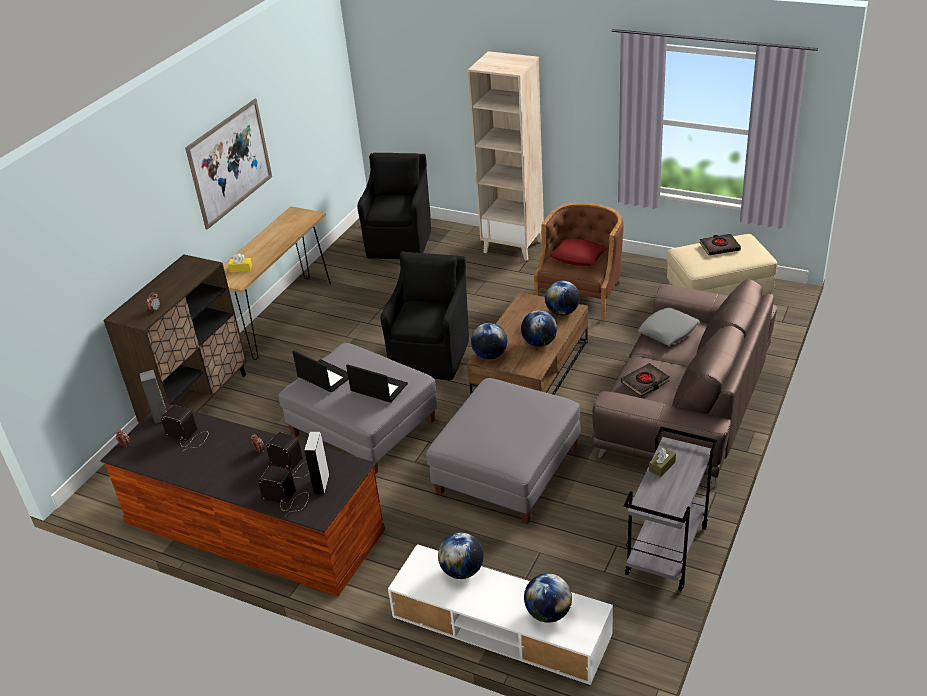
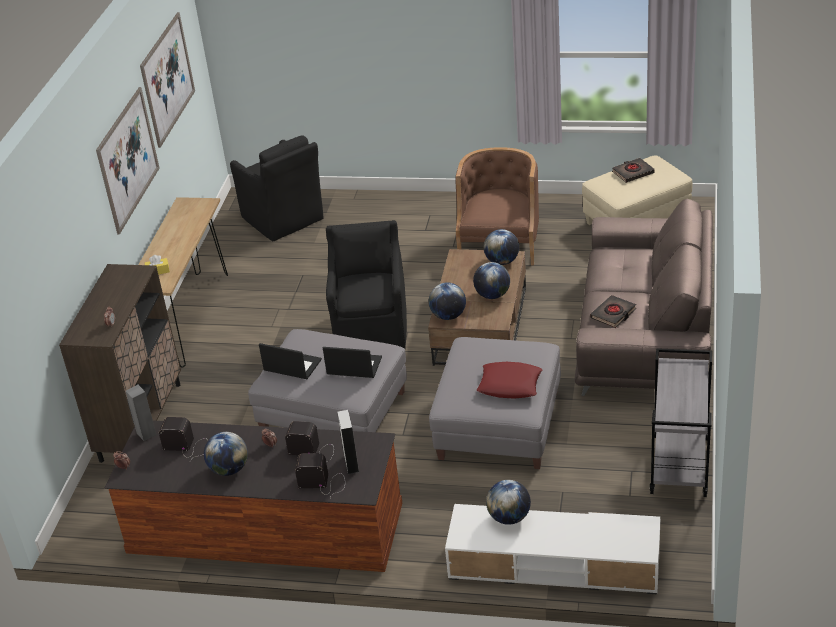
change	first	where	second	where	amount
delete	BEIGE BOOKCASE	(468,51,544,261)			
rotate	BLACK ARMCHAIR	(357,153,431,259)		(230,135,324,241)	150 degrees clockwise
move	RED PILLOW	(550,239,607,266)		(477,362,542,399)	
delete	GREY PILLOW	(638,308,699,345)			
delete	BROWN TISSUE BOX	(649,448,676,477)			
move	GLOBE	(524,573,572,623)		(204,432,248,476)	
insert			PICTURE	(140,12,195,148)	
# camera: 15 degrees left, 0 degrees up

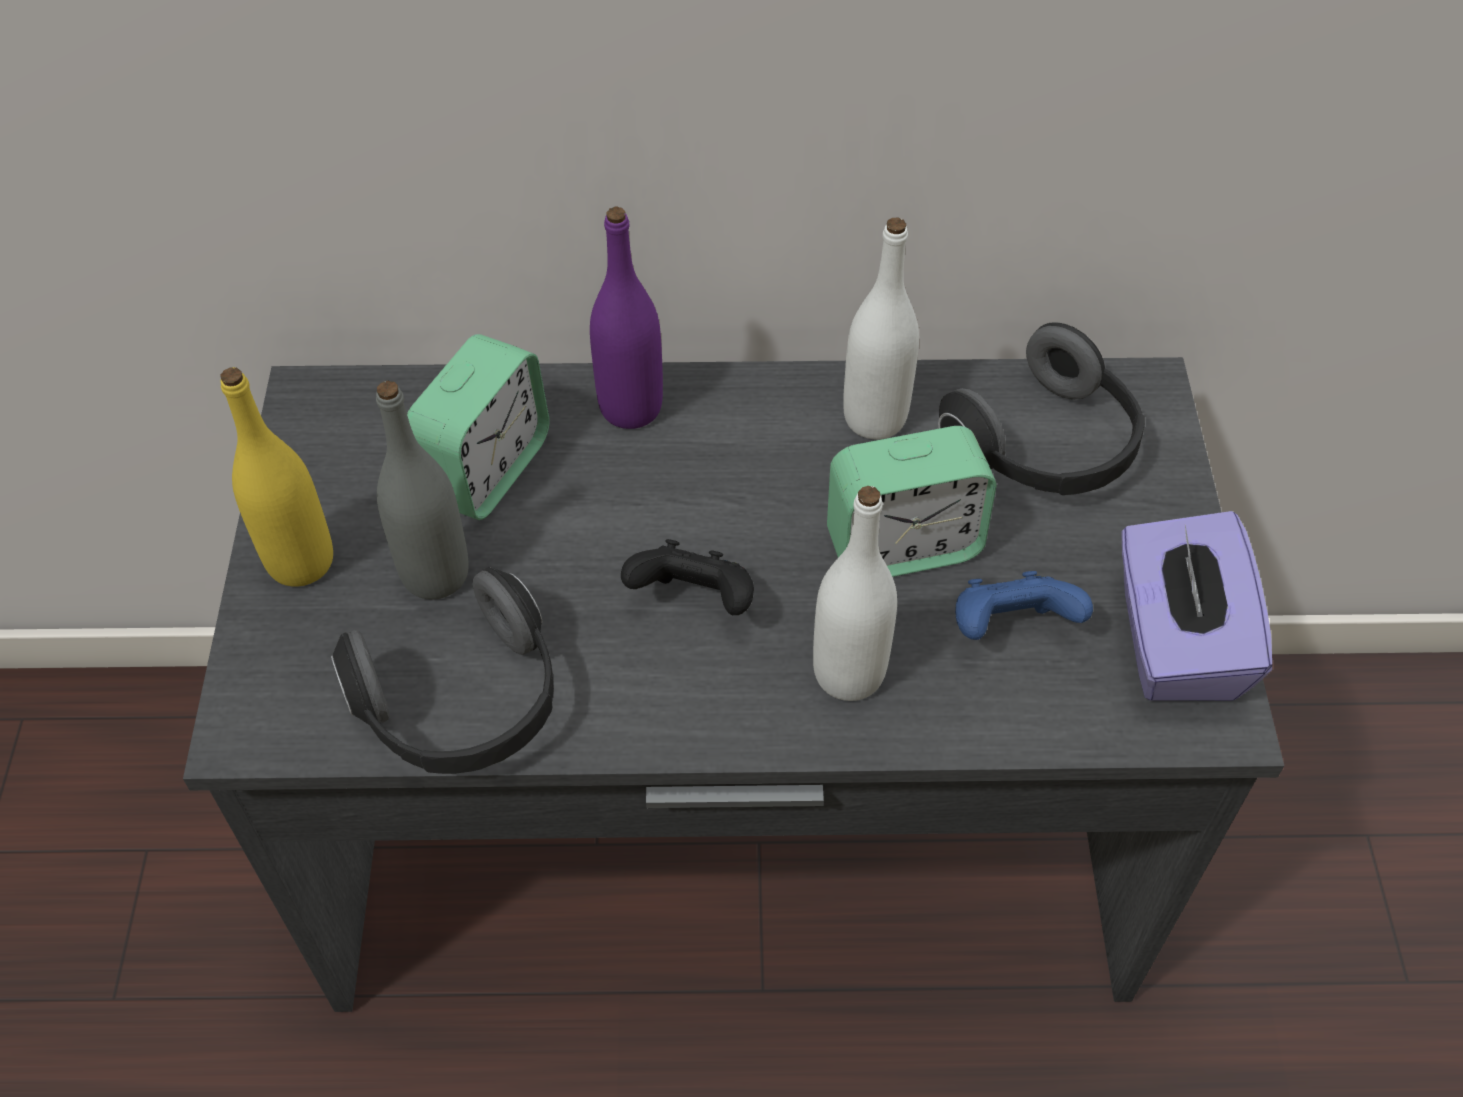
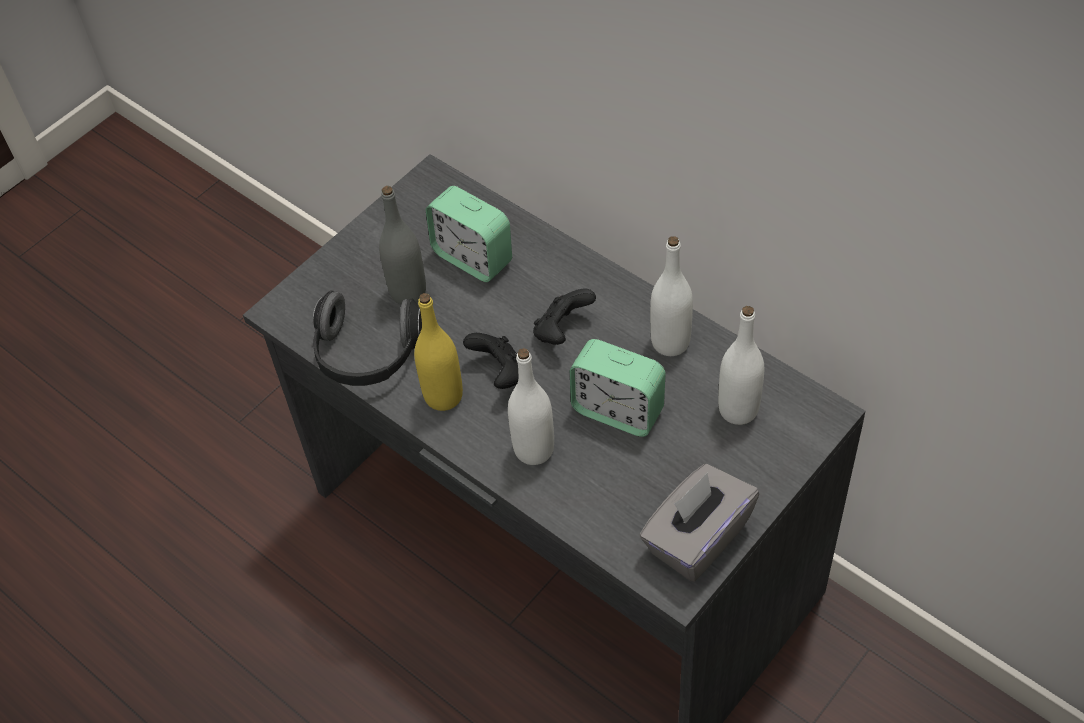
change	first	where	second	where	amount
delete	PURPLE BOTTLE	(590,207,663,429)			
replace	HEADPHONES	(938,322,1145,495)	WHITE BOTTLE	(718,306,764,425)	
rotate	ALARM CLOCK	(407,334,550,520)		(426,186,512,282)	60 degrees clockwise
move	YELLOW BOTTLE	(220,367,333,587)		(414,293,463,411)	
recolor	PURPLE TISSUE BOX	(1121,511,1272,701)	GREY TISSUE BOX	(639,464,759,582)	
delete	BLUE GAME CONTROLLER	(955,571,1093,640)			
insert			BLACK GAME CONTROLLER	(533,289,596,345)	
# camera: 45 degrees right, 0 degrees up

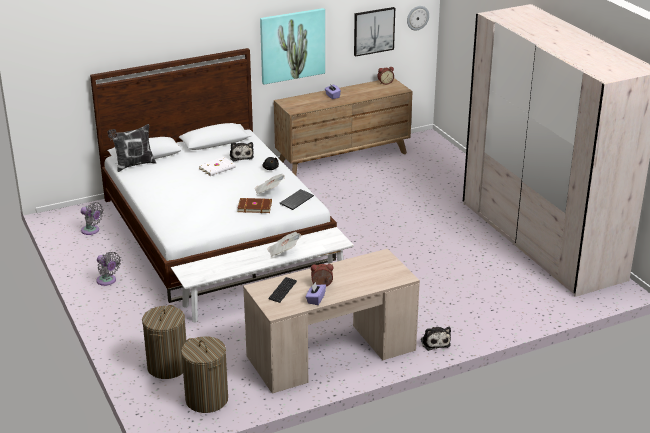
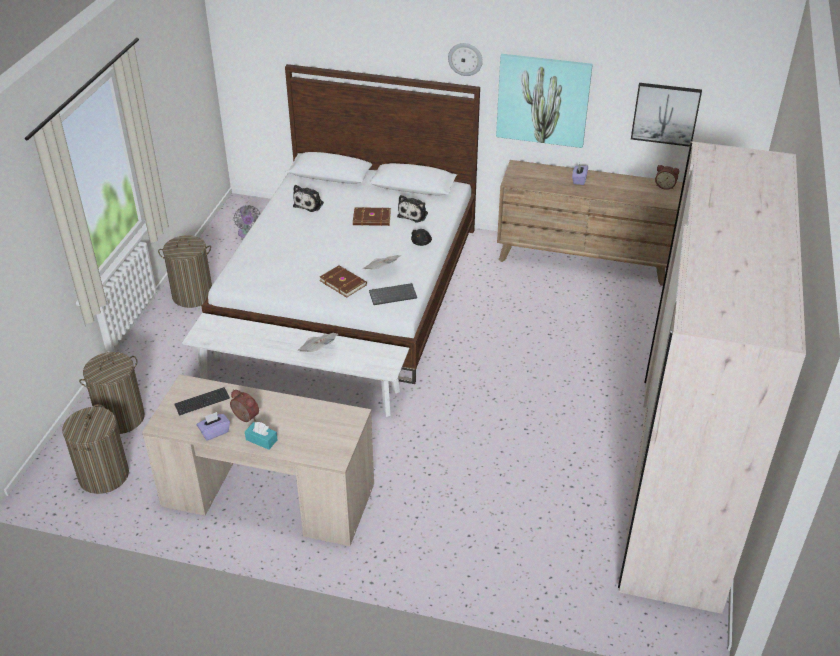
change	first	where	second	where	amount
move	WALL CLOCK	(407,6,429,30)		(448,43,483,76)	
delete	PILLOW	(107,124,156,172)			
recolor	WHITE BOOK	(199,157,236,176)	BROWN BOOK	(353,207,391,226)	
replace	GREY FAN	(96,252,121,286)	LAUNDRY BASKET	(158,235,212,308)	
move	PLUSH TOY	(421,327,451,351)		(293,185,324,212)	
insert			TURQUOISE TISSUE BOX	(245,422,278,450)	
# camera: 40 degrees right, 10 degrees up

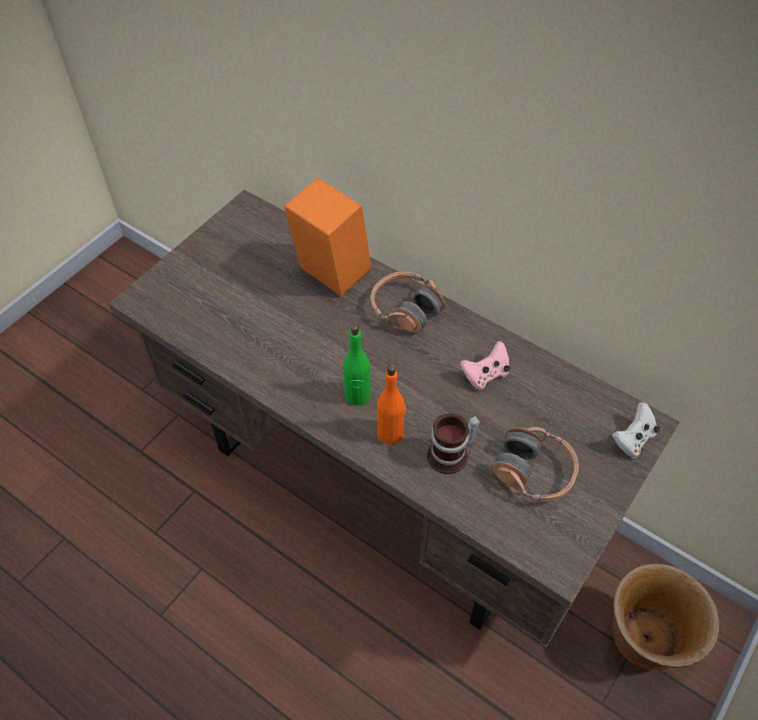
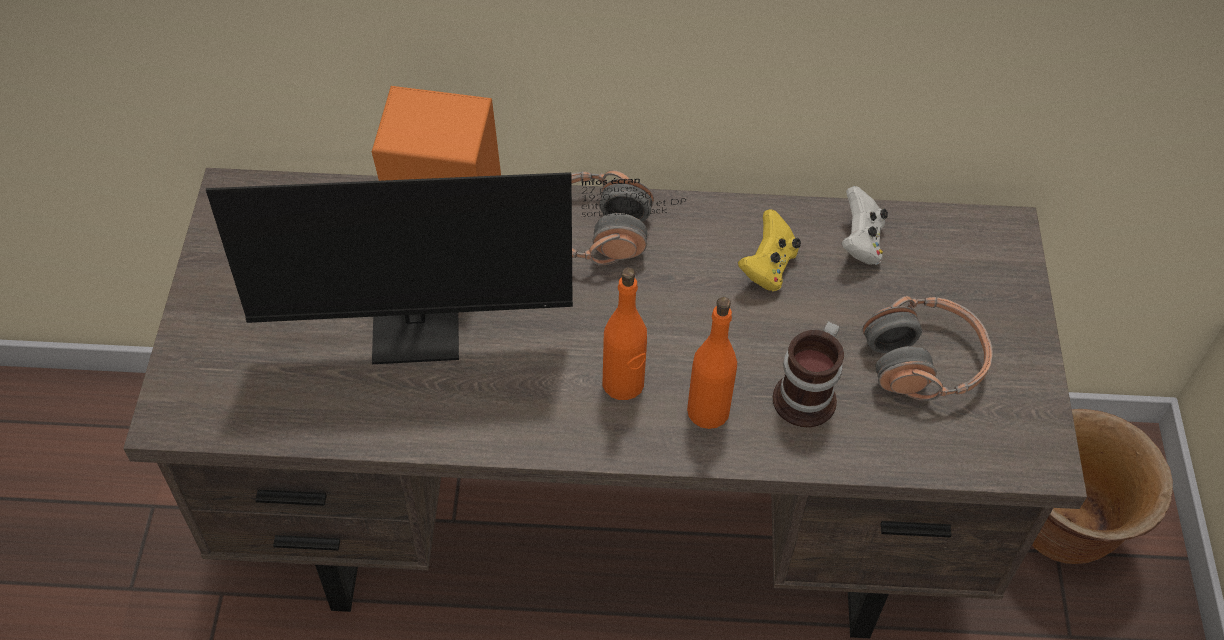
change	first	where	second	where	amount
recolor	GREEN BOTTLE	(343,324,371,406)	ORANGE BOTTLE	(602,267,647,400)	
recolor	PINK GAME CONTROLLER	(460,341,510,389)	YELLOW GAME CONTROLLER	(738,209,801,292)	
move	WHITE GAME CONTROLLER	(612,402,660,458)		(841,186,888,265)	
insert			MONITOR	(206,172,686,364)	
# camera: 35 degrees left, 0 degrees up

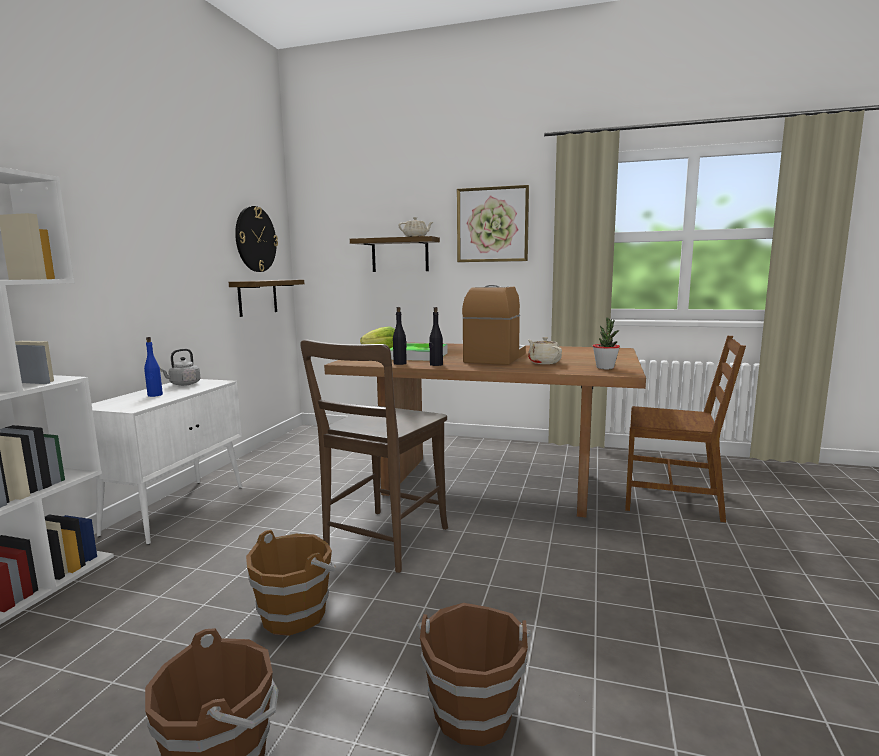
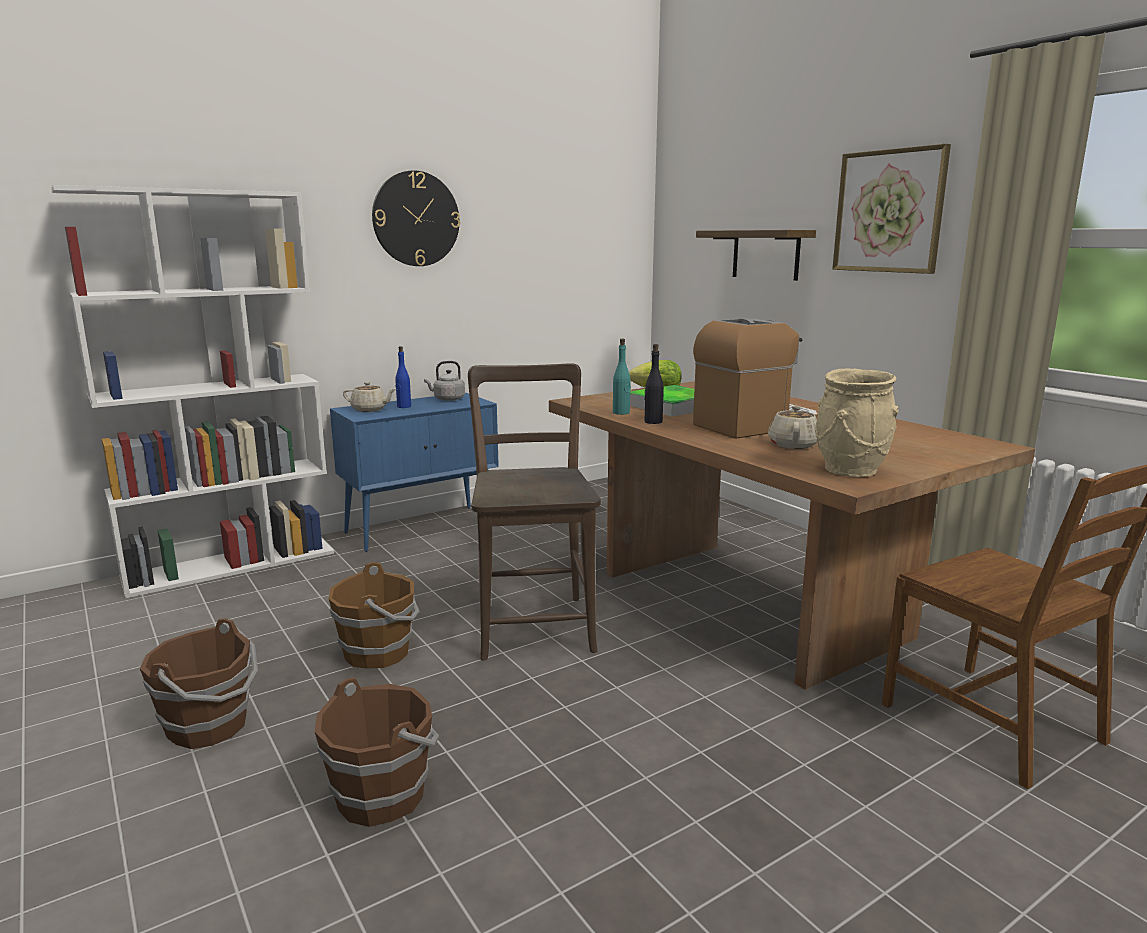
change	first	where	second	where	amount
move	WALL CLOCK	(235,206,278,272)		(372,171,460,266)	
move	BEIGE TEAPOT	(398,217,433,237)		(343,382,396,412)	
delete	SHELF	(229,280,304,317)			
recolor	BLACK BOTTLE	(393,307,407,365)	TURQUOISE BOTTLE	(613,339,631,415)	
replace	POTTED PLANT	(593,318,620,369)	BEIGE VASE	(815,368,899,477)	
rotate	BROWN CHAIR	(300,339,448,573)		(468,363,601,660)	105 degrees clockwise
recolor	WHITE CABINET	(92,379,242,545)	BLUE CABINET	(330,393,499,552)	
# camera: 40 degrees right, 5 degrees up

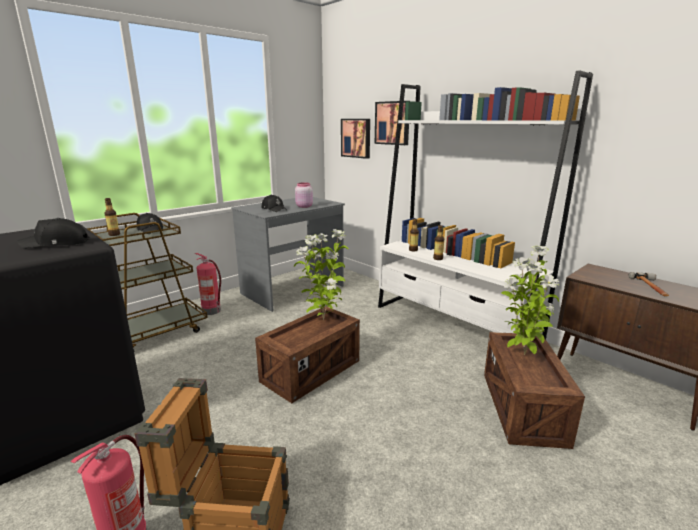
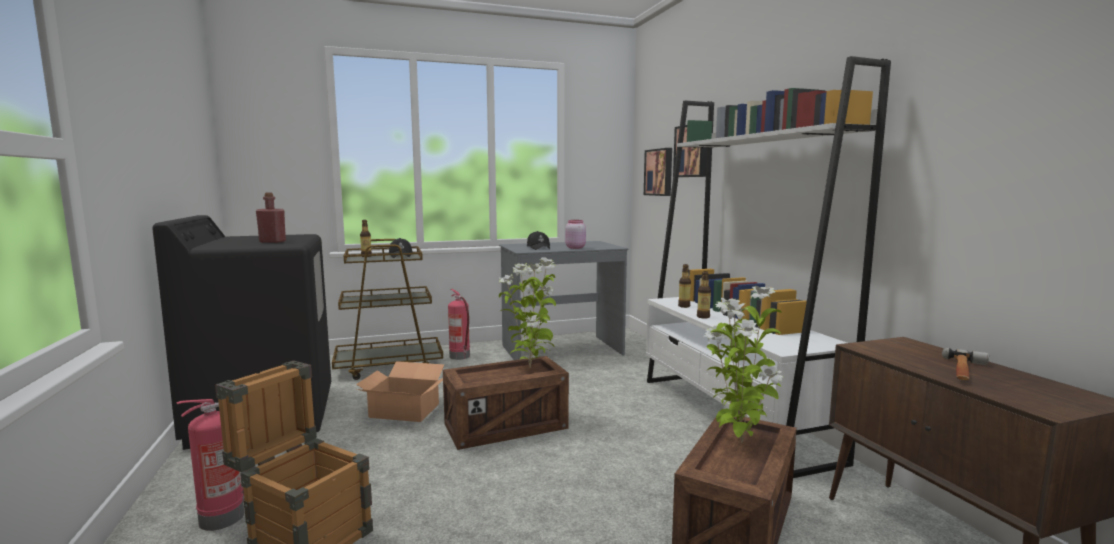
change	first	where	second	where	amount
replace	BLACK CAP	(17,218,90,249)	RED BOTTLE	(256,193,286,243)	
insert			CARDBOARD BOX	(356,361,444,422)	
# camera: 25 degrees right, 10 degrees down

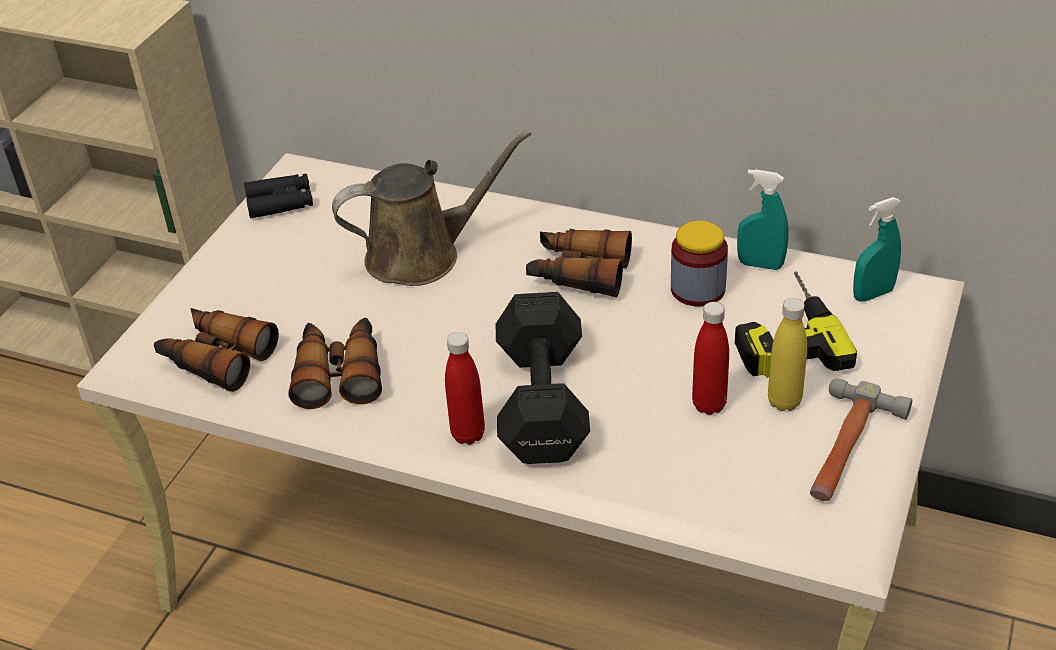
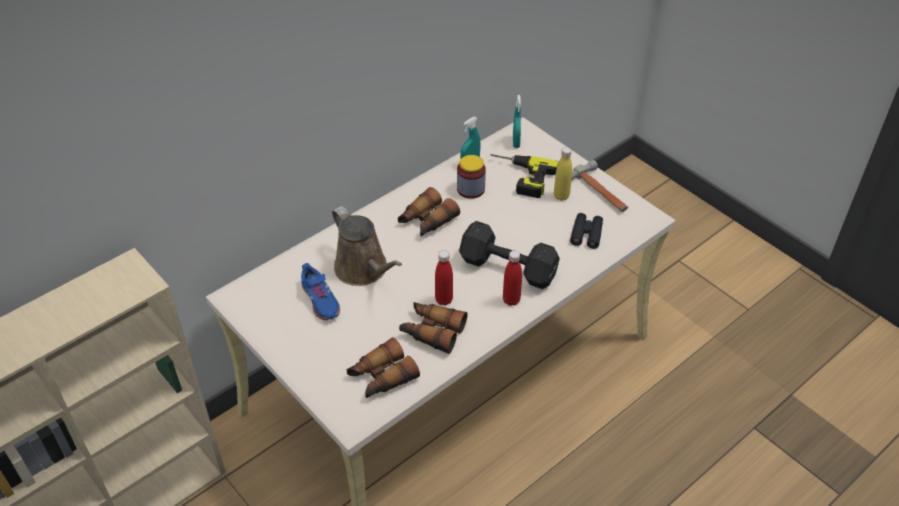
change	first	where	second	where	amount
rotate	BROWN WATERING CAN	(332,130,531,286)		(332,206,402,286)	135 degrees clockwise
move	BLACK BINOCULARS	(244,174,313,218)		(570,213,603,249)	
move	RED BOTTLE	(692,302,729,415)		(435,250,453,306)	
insert			BLUE SHOE	(301,263,340,320)	
# camera: 65 degrees left, 5 degrees up

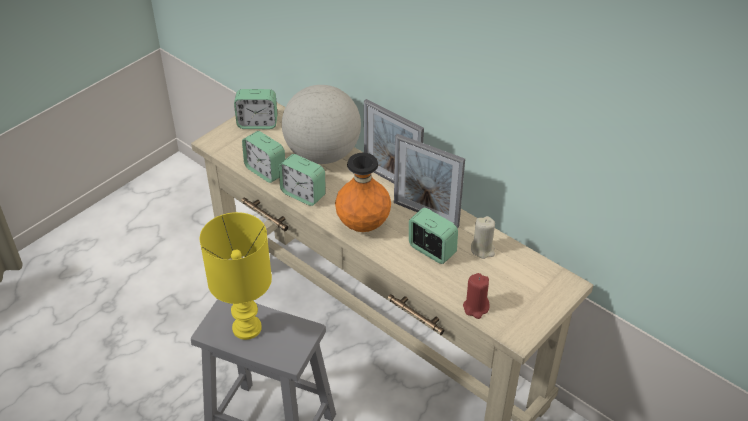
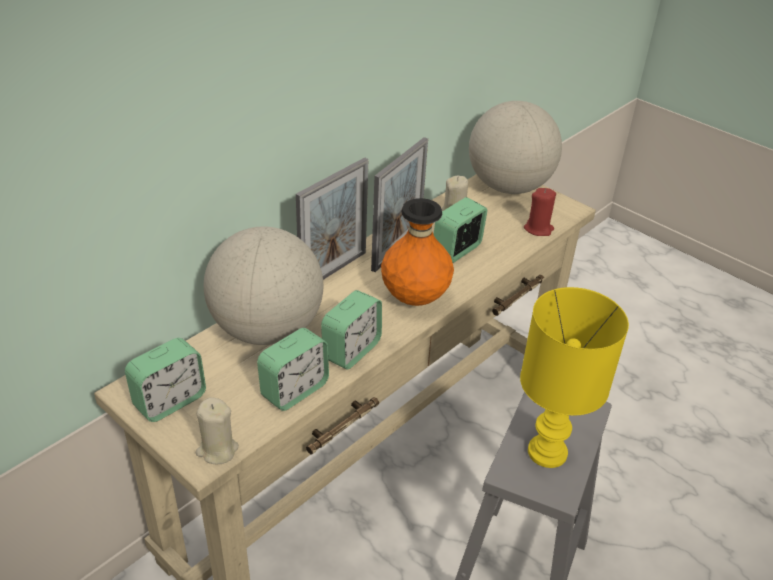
change	first	where	second	where	amount
rotate	ALARM CLOCK	(234,89,277,129)		(125,338,206,422)	45 degrees clockwise
insert			GLOBE	(469,101,562,194)	
insert			BEIGE CANDLE	(196,397,239,465)	
# camera: 90 degrees left, 5 degrees down

